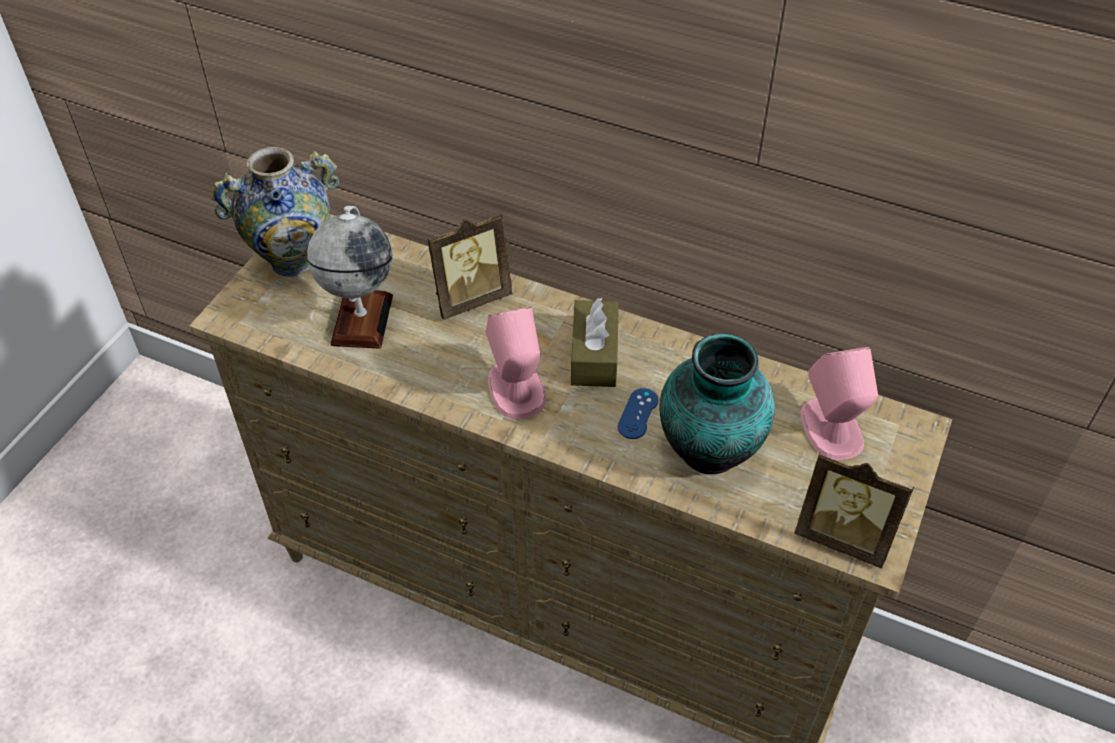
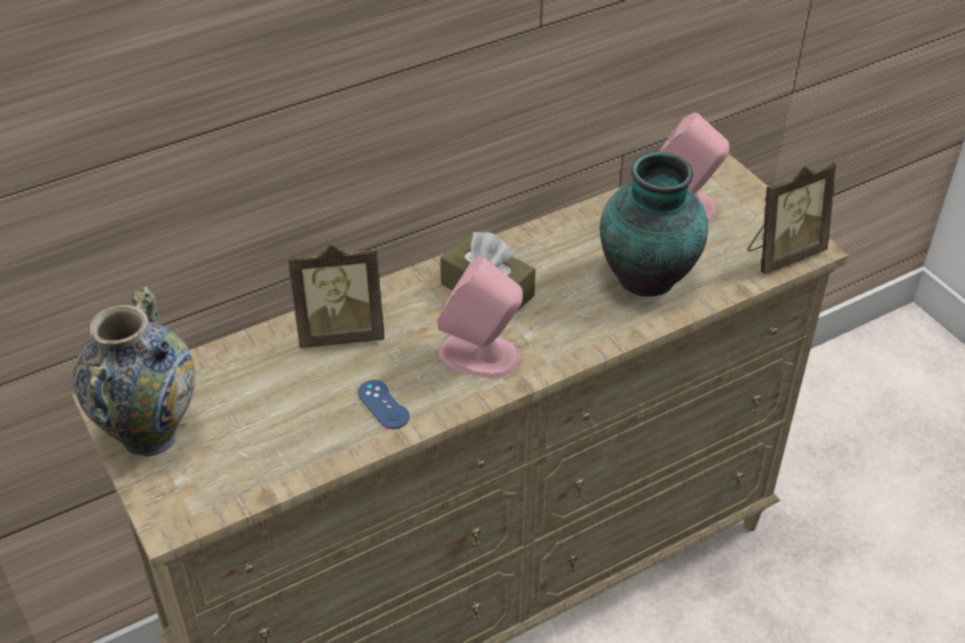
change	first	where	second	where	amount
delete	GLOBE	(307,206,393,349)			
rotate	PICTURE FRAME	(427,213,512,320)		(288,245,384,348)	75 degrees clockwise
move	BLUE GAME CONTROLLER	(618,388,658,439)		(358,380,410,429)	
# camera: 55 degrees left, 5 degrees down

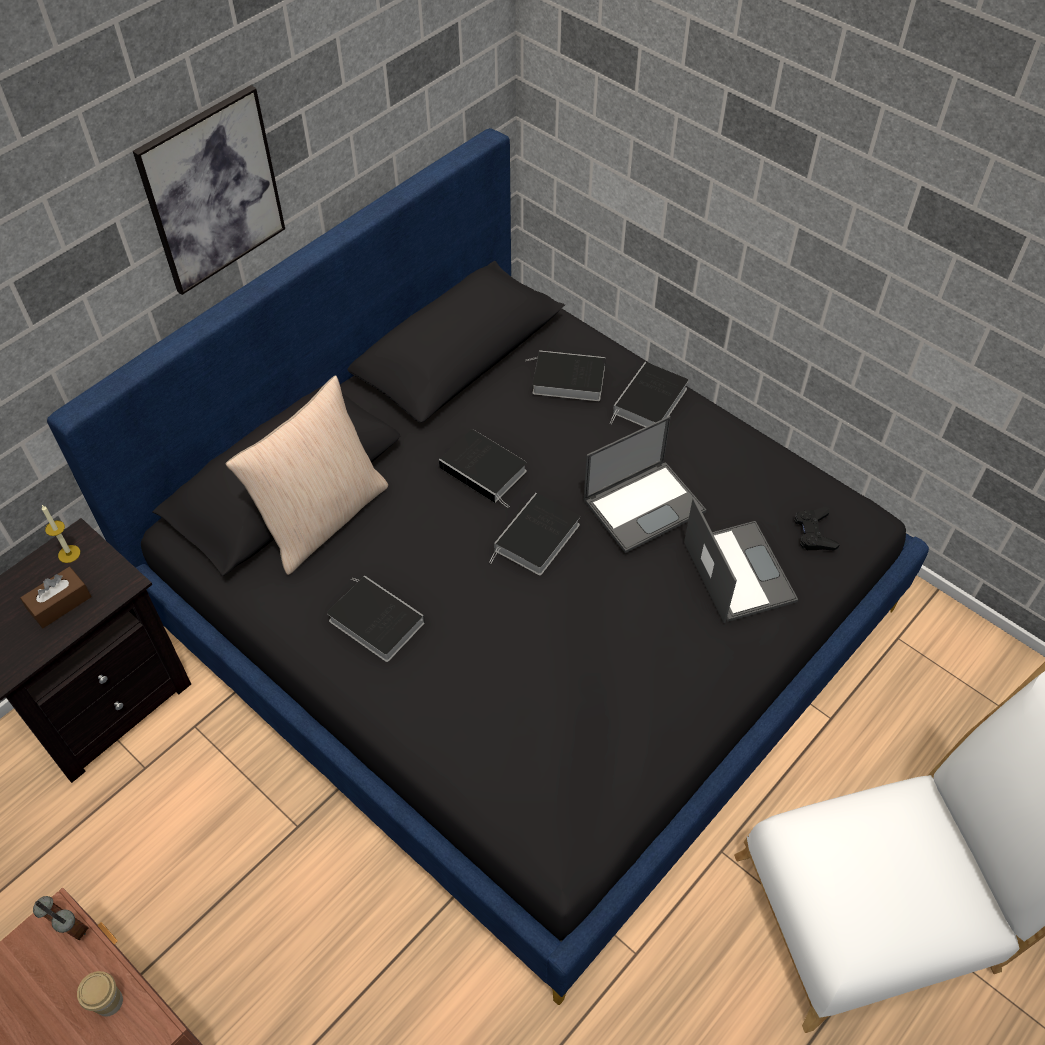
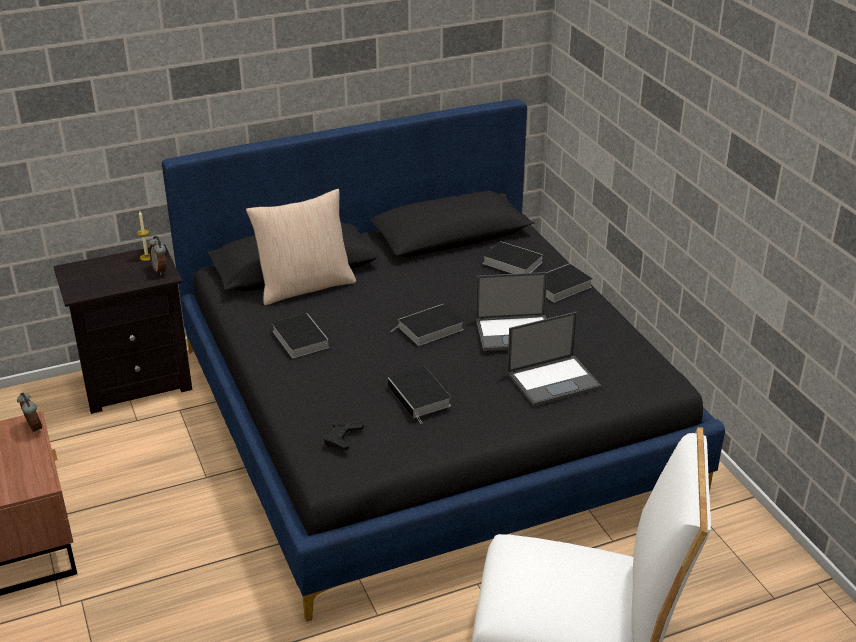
change	first	where	second	where	amount
delete	PICTURE	(133,85,285,295)			
move	BOOK	(439,429,527,508)		(388,367,451,423)	
rotate	LAPTOP	(684,498,798,623)		(507,312,601,407)	60 degrees clockwise
move	BLACK GAME CONTROLLER	(794,507,840,551)		(324,419,364,451)	
delete	BROWN TISSUE BOX	(20,567,92,628)			
delete	CUP	(77,971,123,1017)			
insert			ALARM CLOCK	(149,236,166,275)	
# camera: 25 degrees right, 20 degrees down

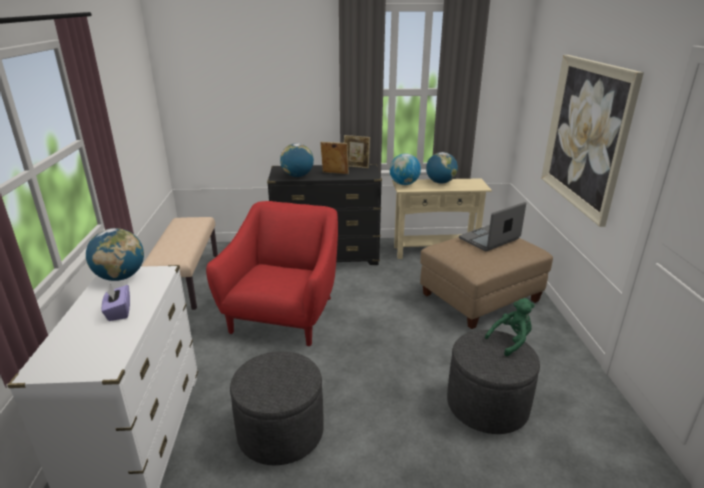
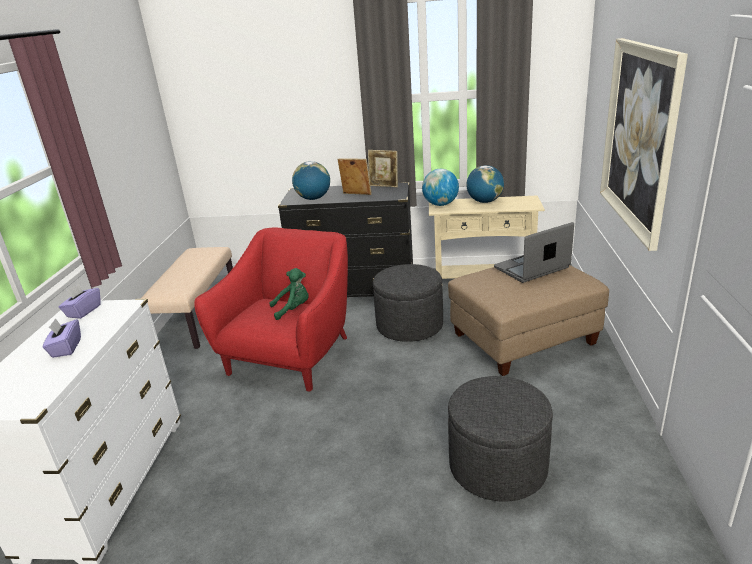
change	first	where	second	where	amount
replace	GLOBE	(86,228,144,281)	PURPLE TISSUE BOX	(59,283,100,319)	
move	GREEN PLUSH TOY	(485,298,535,356)		(269,268,309,320)	
move	GREY OTTOMAN	(230,351,324,465)		(373,264,443,342)	
# camera: 10 degrees right, 0 degrees up

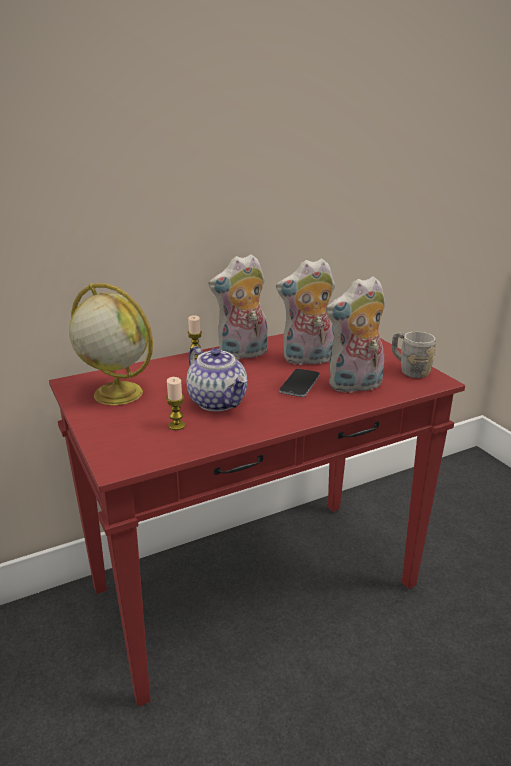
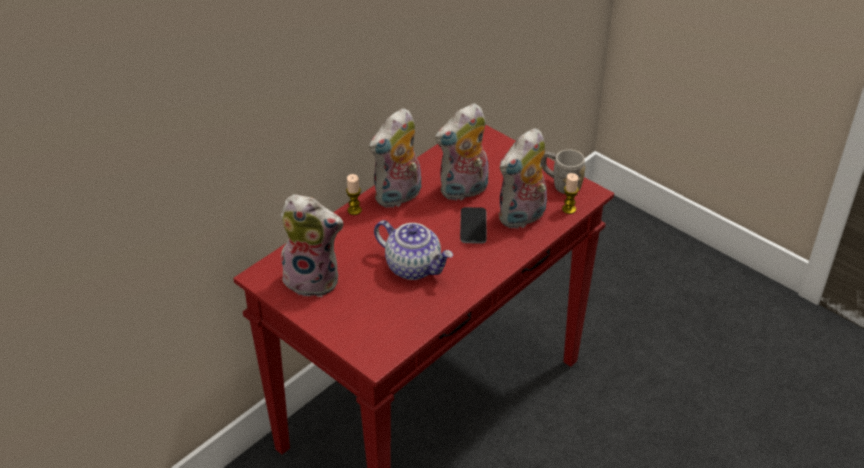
change	first	where	second	where	amount
replace	GLOBE	(69,283,153,405)	PLUSH TOY	(280,194,344,297)	
move	CANDLE	(166,377,186,430)		(562,173,579,214)	
# camera: 20 degrees left, 15 degrees up

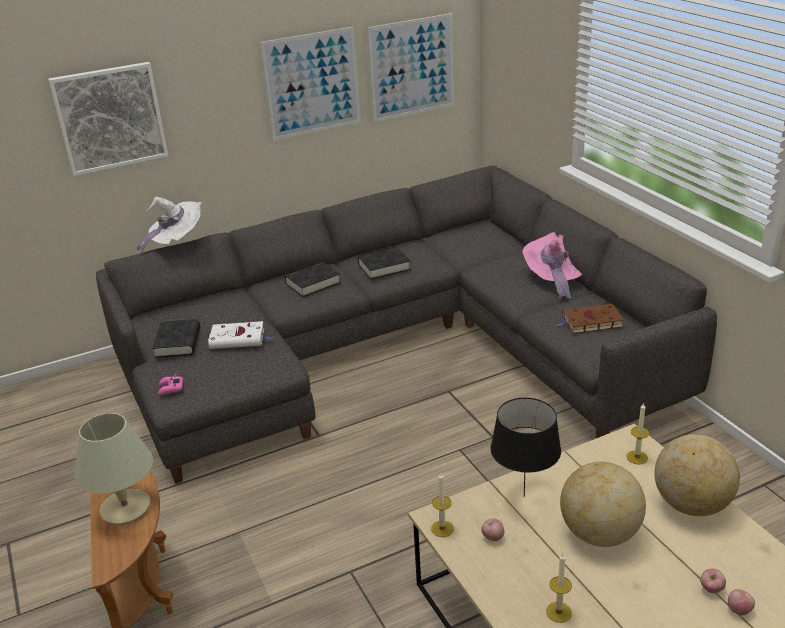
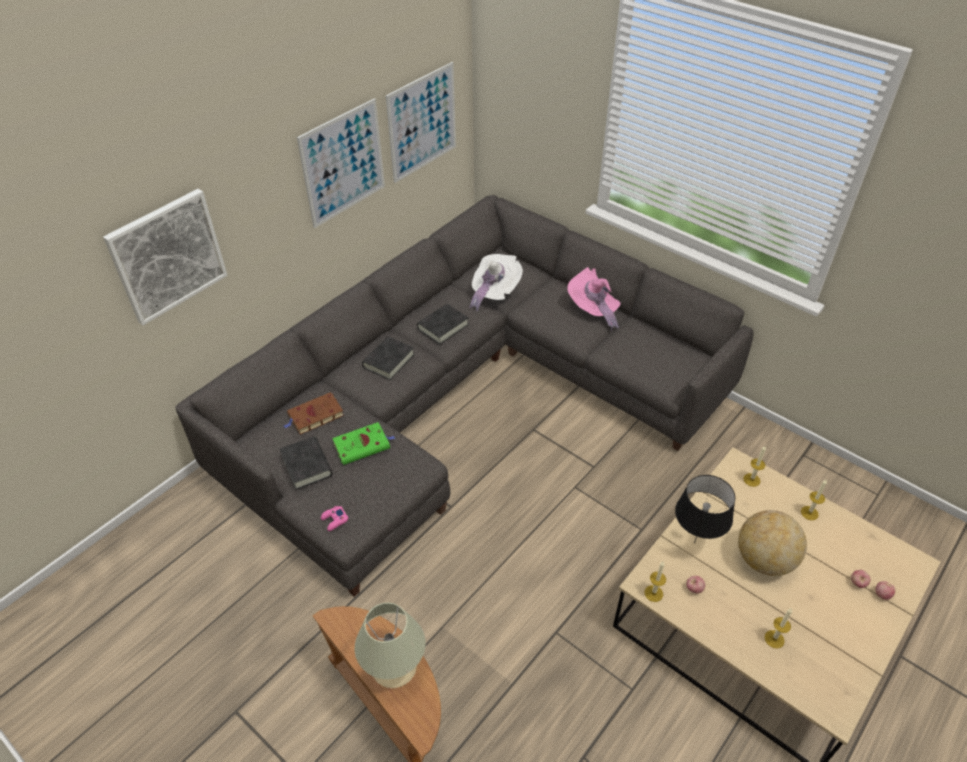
change	first	where	second	where	amount
move	WHITE HAT	(137,197,202,254)		(469,254,523,312)	
move	BROWN BOOK	(556,304,624,334)		(284,392,344,435)	
recolor	WHITE BOOK	(208,321,273,349)	GREEN BOOK	(332,422,395,465)	
replace	GLOBE	(655,434,740,516)	CANDLE	(801,480,827,520)	
# camera: 25 degrees left, 15 degrees up

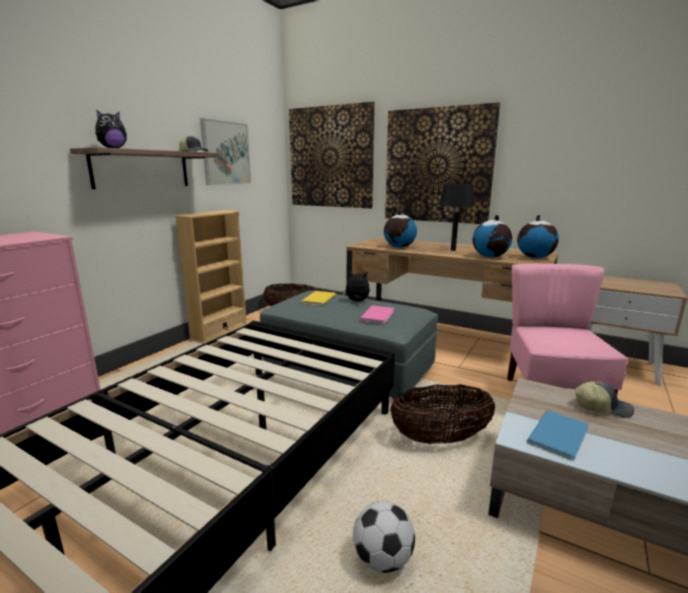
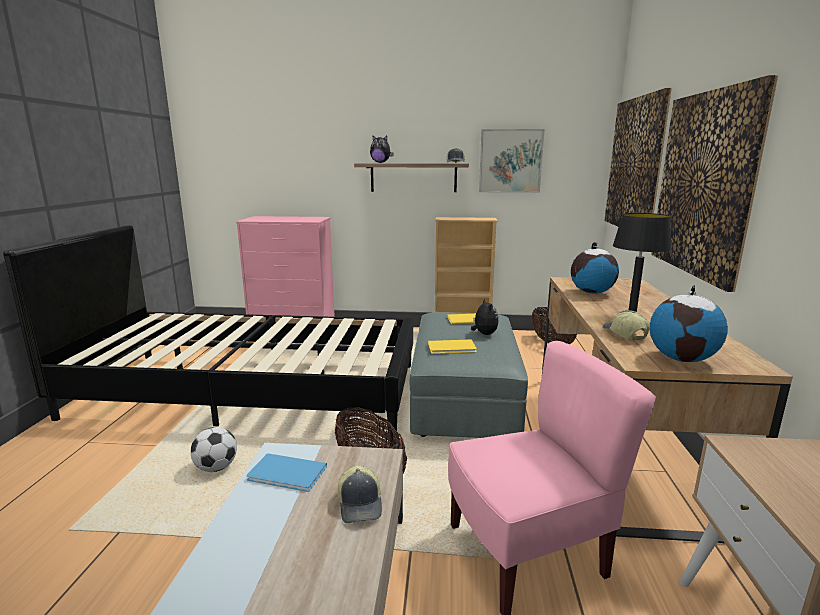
change	first	where	second	where	amount
replace	GLOBE	(473,215,512,258)	CAP	(603,310,650,340)	
recolor	PINK BOOK	(359,305,394,324)	YELLOW BOOK	(428,340,477,354)	
# camera: 65 degrees right, 0 degrees up

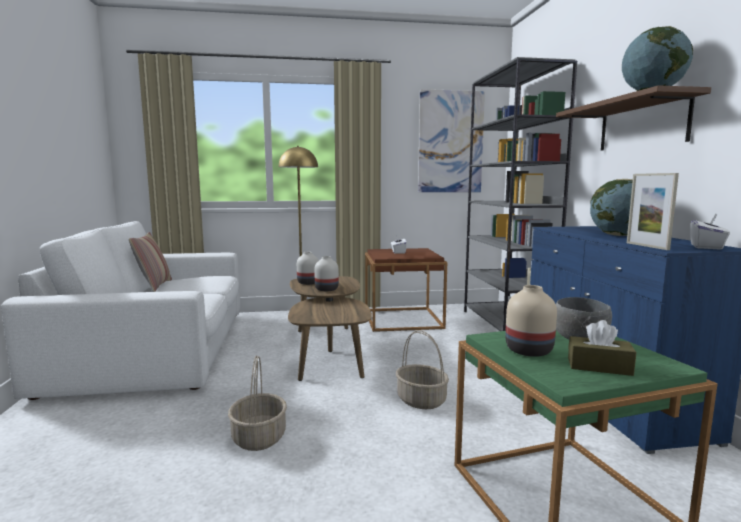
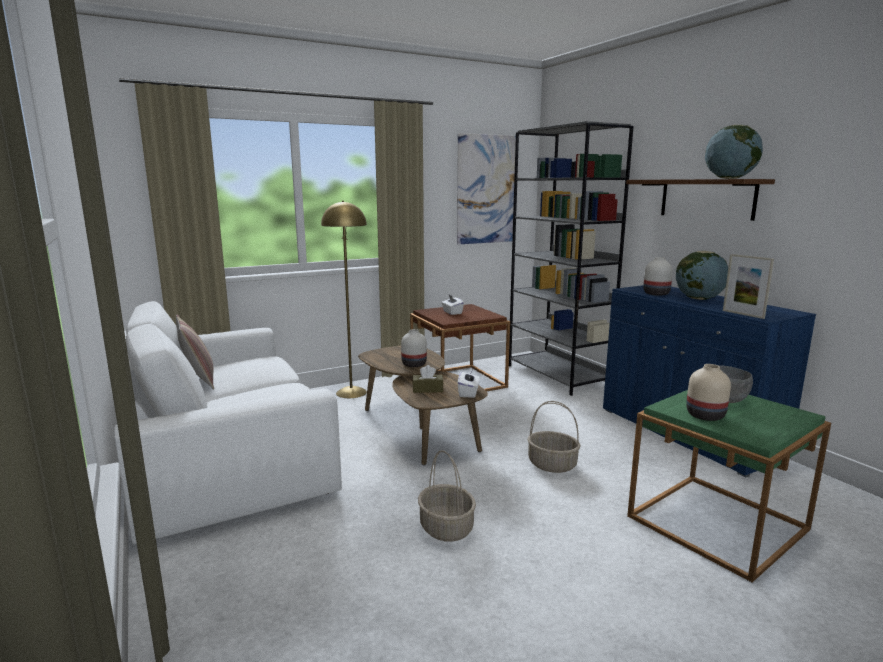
change	first	where	second	where	amount
move	WHITE TISSUE BOX	(690,214,730,250)		(458,369,480,398)	
move	WHITE VASE	(297,252,319,285)		(643,257,673,296)	
move	BROWN TISSUE BOX	(568,320,636,376)		(413,365,443,393)	
# camera: 20 degrees left, 5 degrees up

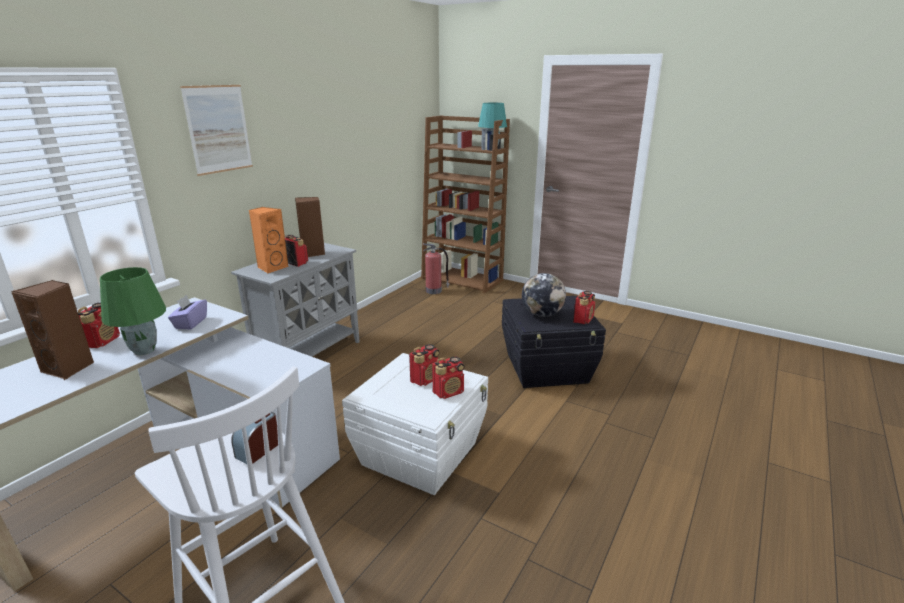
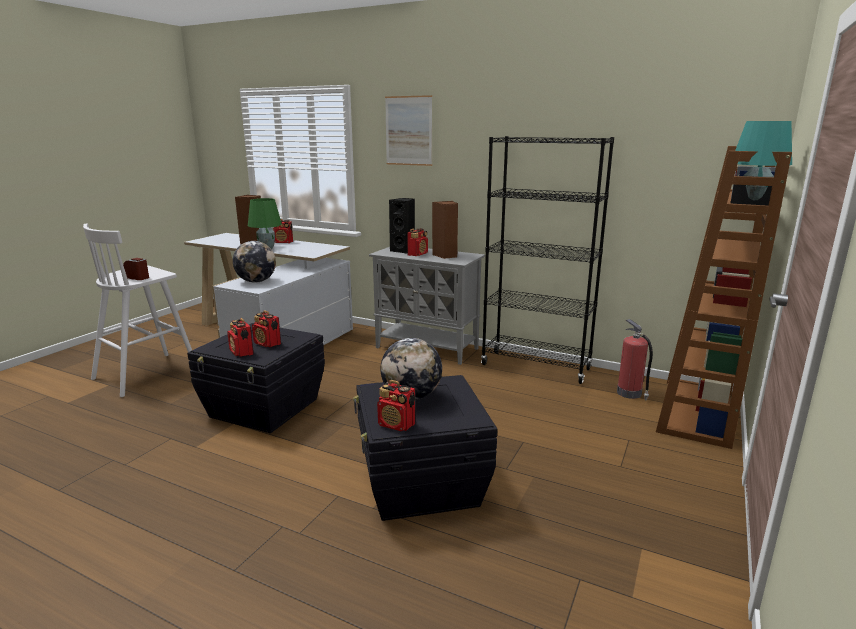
change	first	where	second	where	amount
recolor	ORANGE SPEAKER	(249,207,289,274)	BLACK SPEAKER	(389,198,415,254)	
delete	PURPLE TISSUE BOX	(168,295,207,329)			
recolor	WHITE STORAGE BOX	(342,353,488,495)	BLACK STORAGE BOX	(187,323,325,433)	
insert			BLACK BOOKCASE	(481,136,614,384)	
insert			GLOBE	(233,241,276,283)	
# camera: 85 degrees right, 5 degrees down

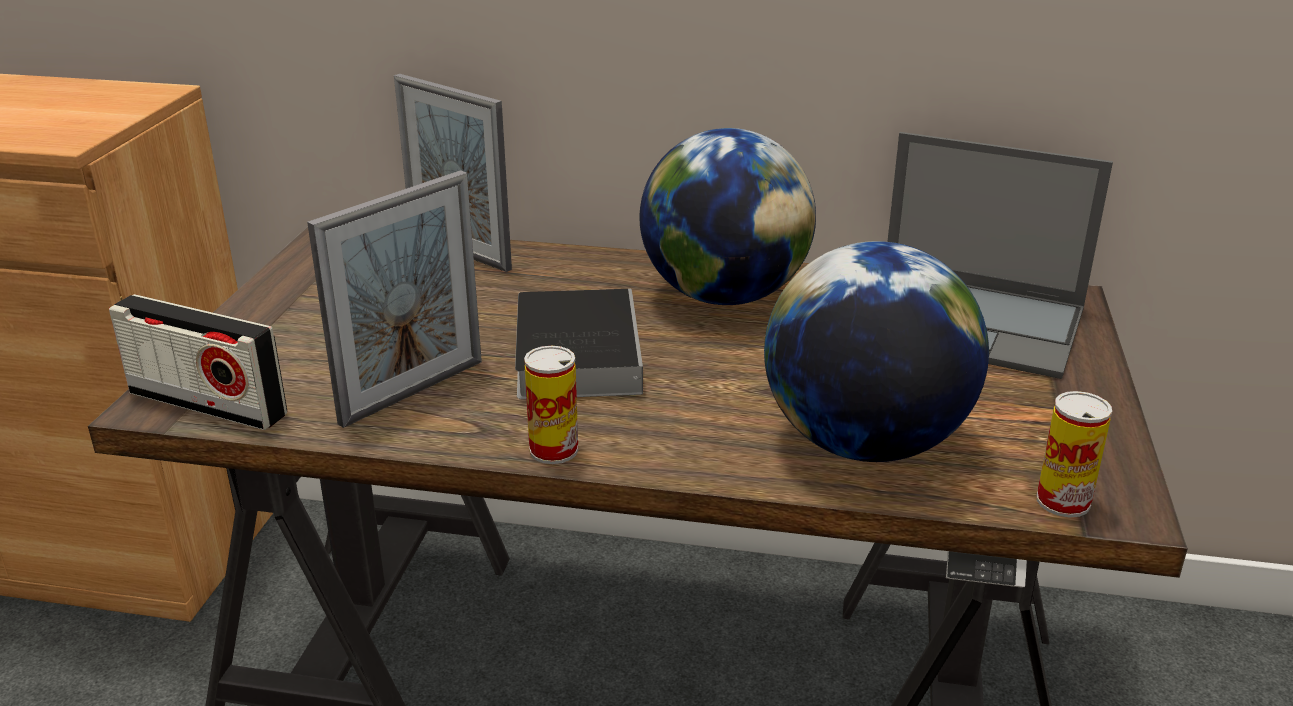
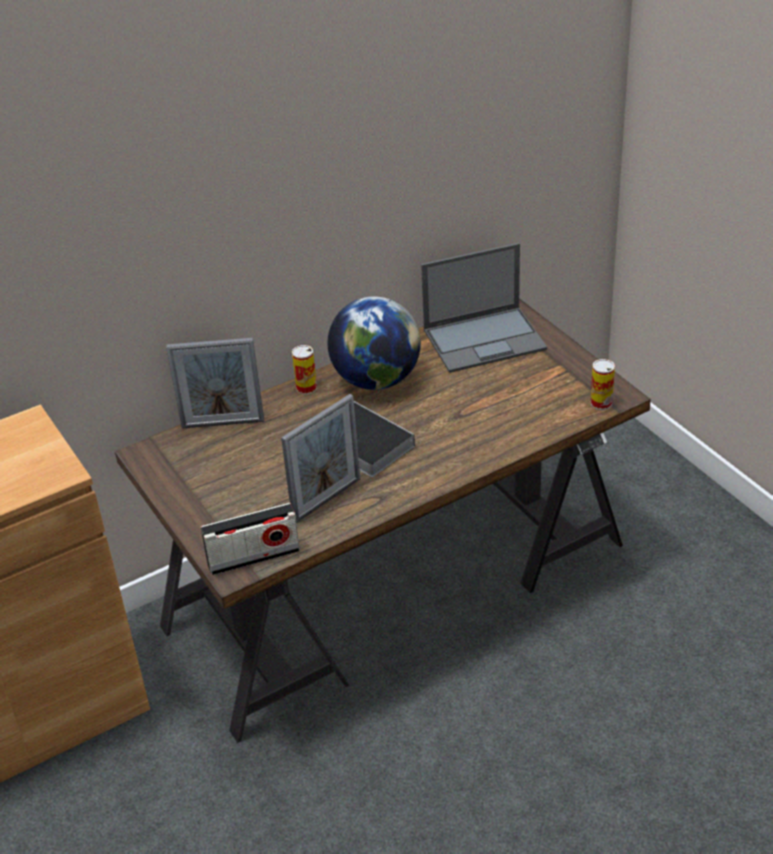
change	first	where	second	where	amount
rotate	PICTURE FRAME	(307,170,482,428)		(281,394,360,523)	45 degrees clockwise
delete	GLOBE	(764,241,989,462)			
move	CAN	(524,346,578,464)		(292,345,317,395)	
# camera: 40 degrees left, 10 degrees up

